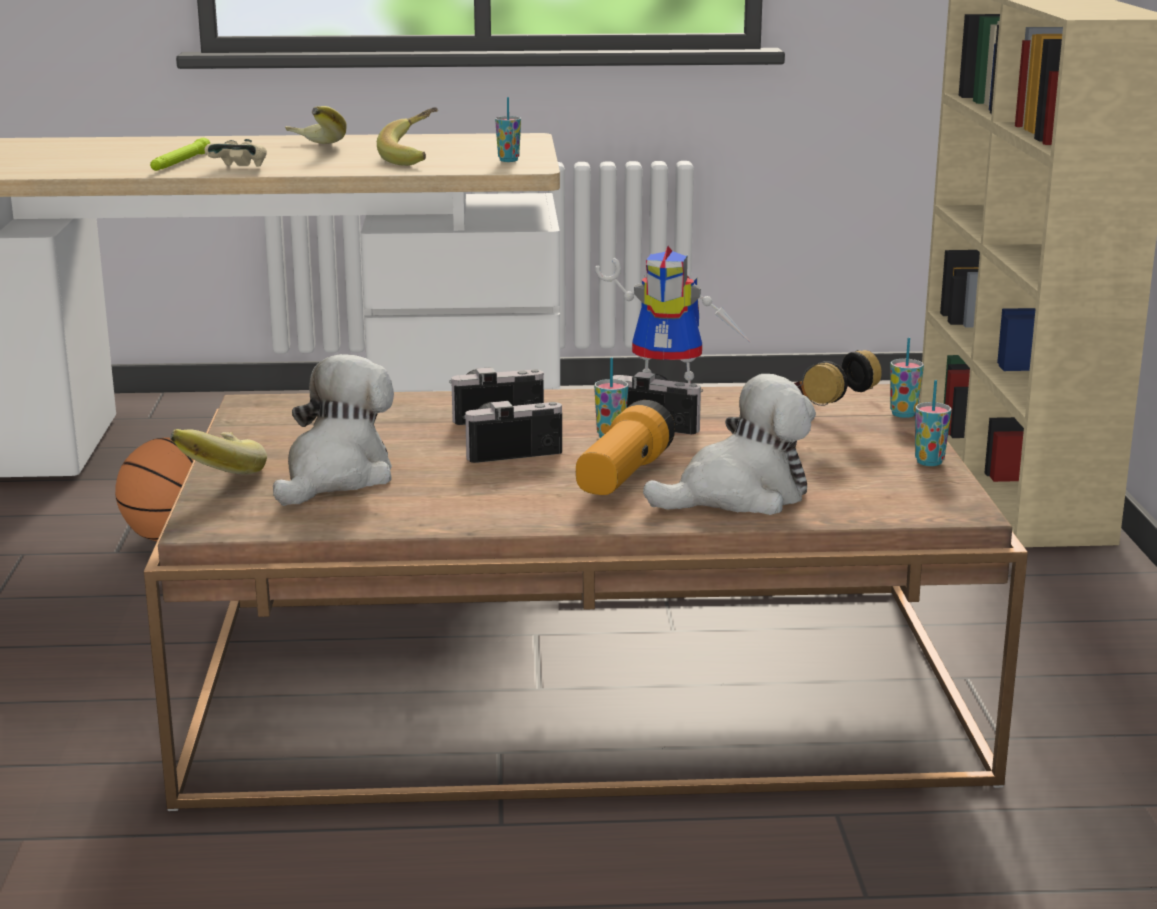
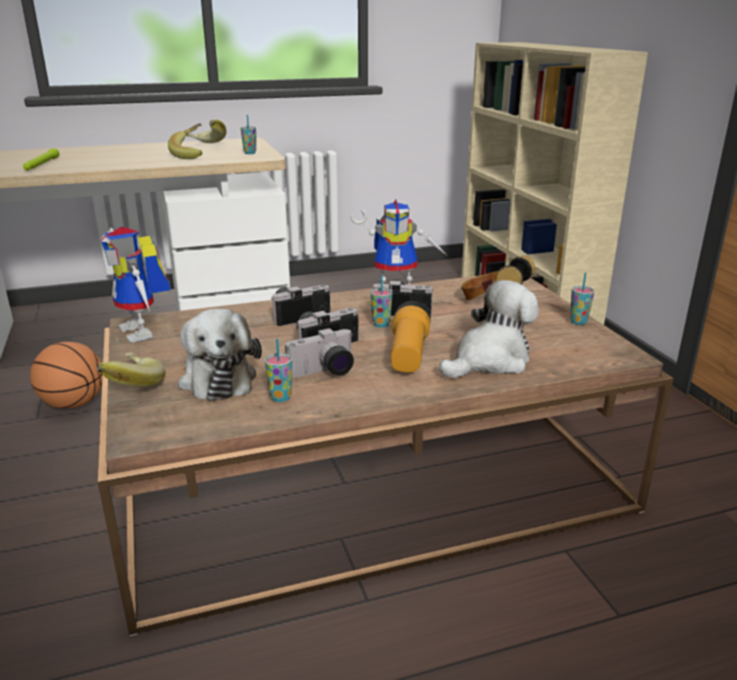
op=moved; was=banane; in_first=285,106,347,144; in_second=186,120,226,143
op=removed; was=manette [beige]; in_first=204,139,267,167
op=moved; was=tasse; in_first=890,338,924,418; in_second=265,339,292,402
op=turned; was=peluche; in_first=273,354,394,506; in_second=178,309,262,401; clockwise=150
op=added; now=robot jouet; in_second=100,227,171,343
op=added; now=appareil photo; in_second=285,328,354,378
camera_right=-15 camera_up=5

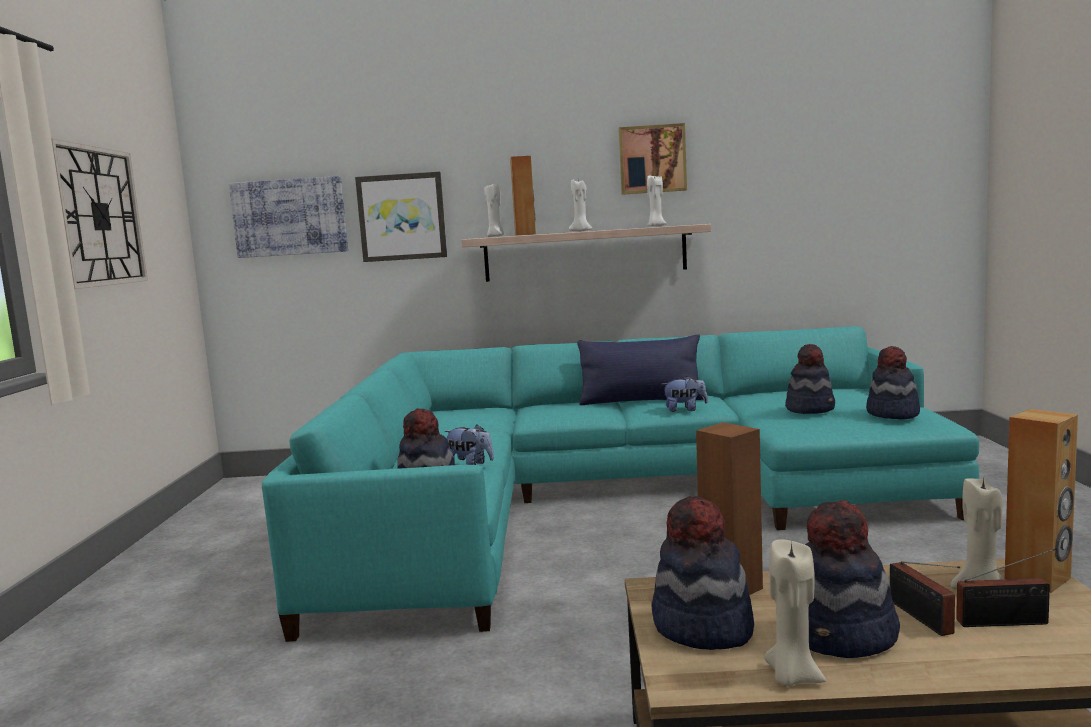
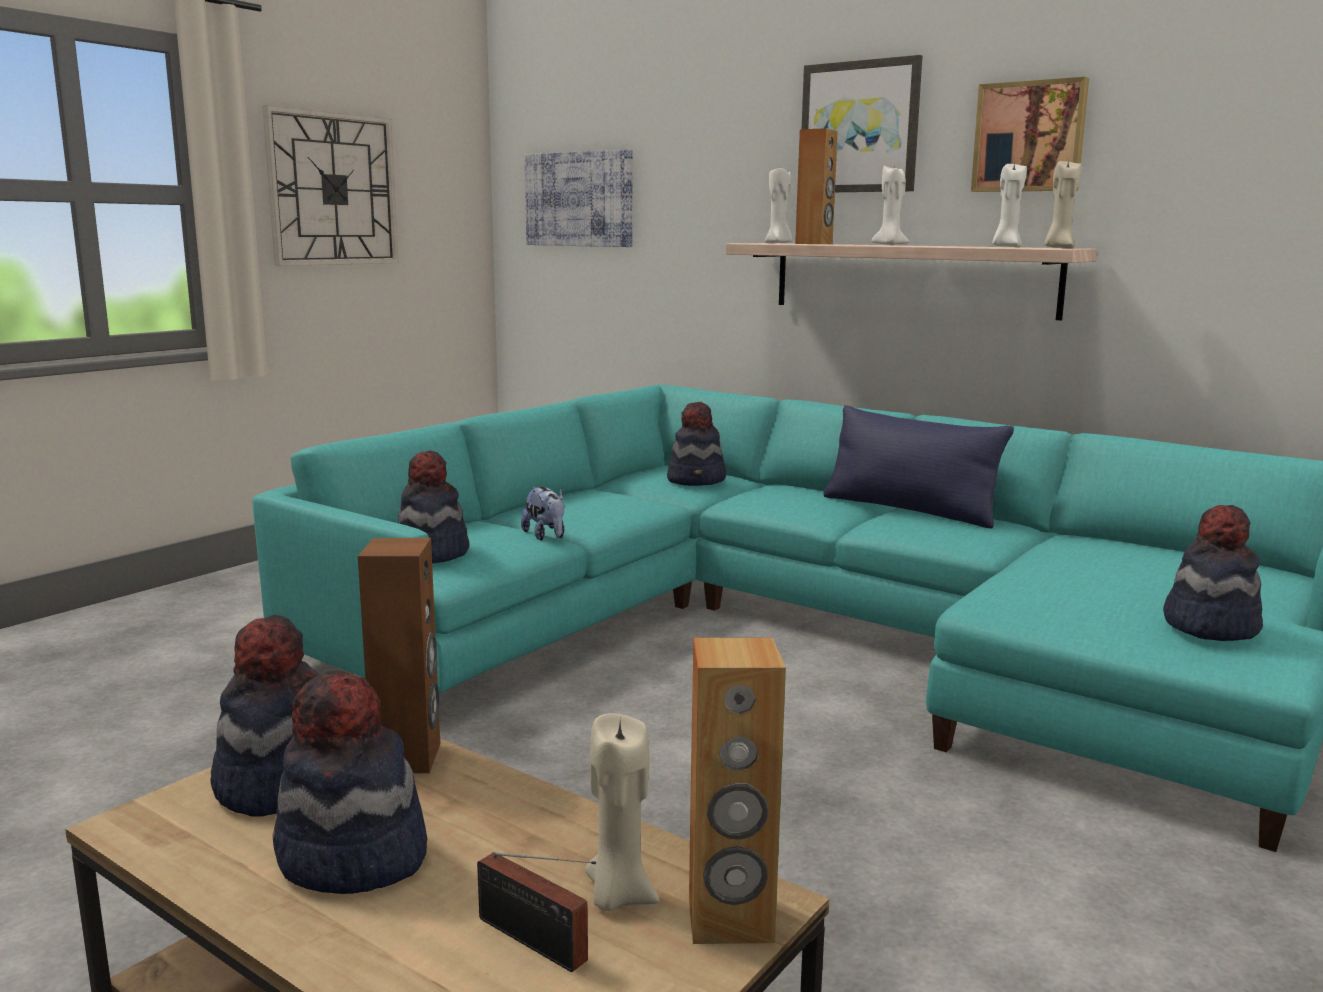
op=moved; was=tableau; in_first=355,172,447,262; in_second=802,55,922,192
op=moved; was=chapeau; in_first=785,344,835,414; in_second=667,402,726,486
op=removed; was=peluche; in_first=662,376,708,412
op=moved; was=bougie [beige]; in_first=764,539,826,686; in_second=1044,159,1081,248
op=removed; was=radio; in_first=890,561,960,636
camera_right=35 camera_up=5

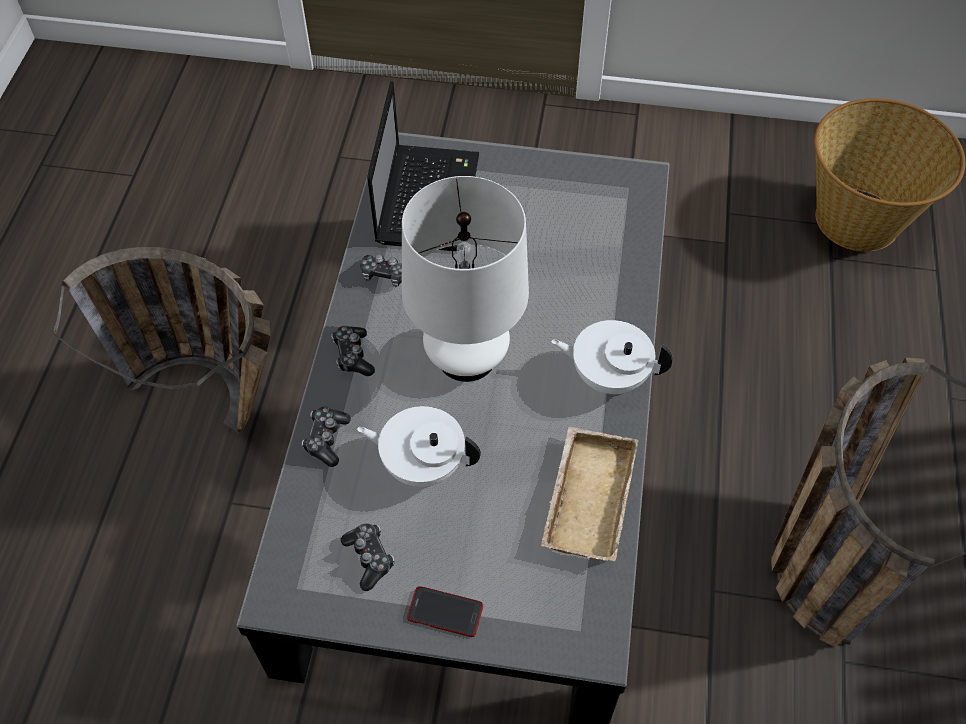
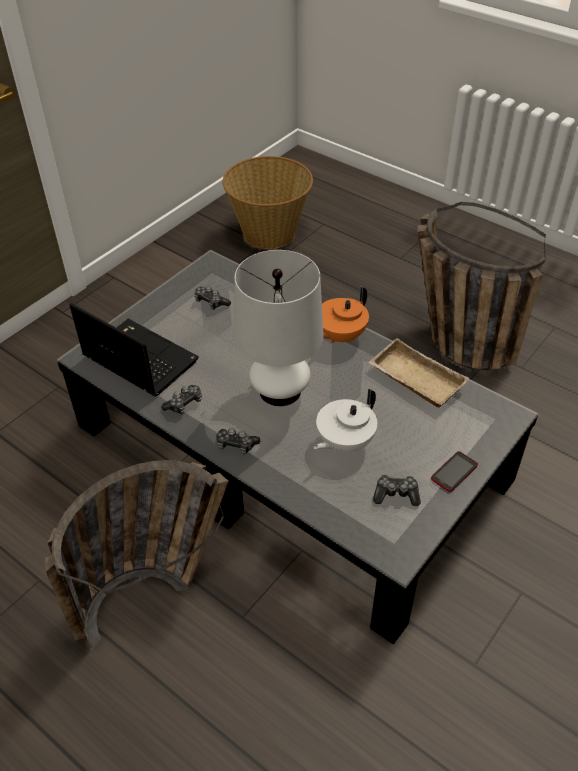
op=recoloured; was=théière [blanc]; now=théière [orange]; in_first=551,320,673,394; in_second=322,286,369,343
op=moved; was=manette; in_first=302,407,351,467; in_second=194,286,231,310
camera_right=-60 camera_up=-10

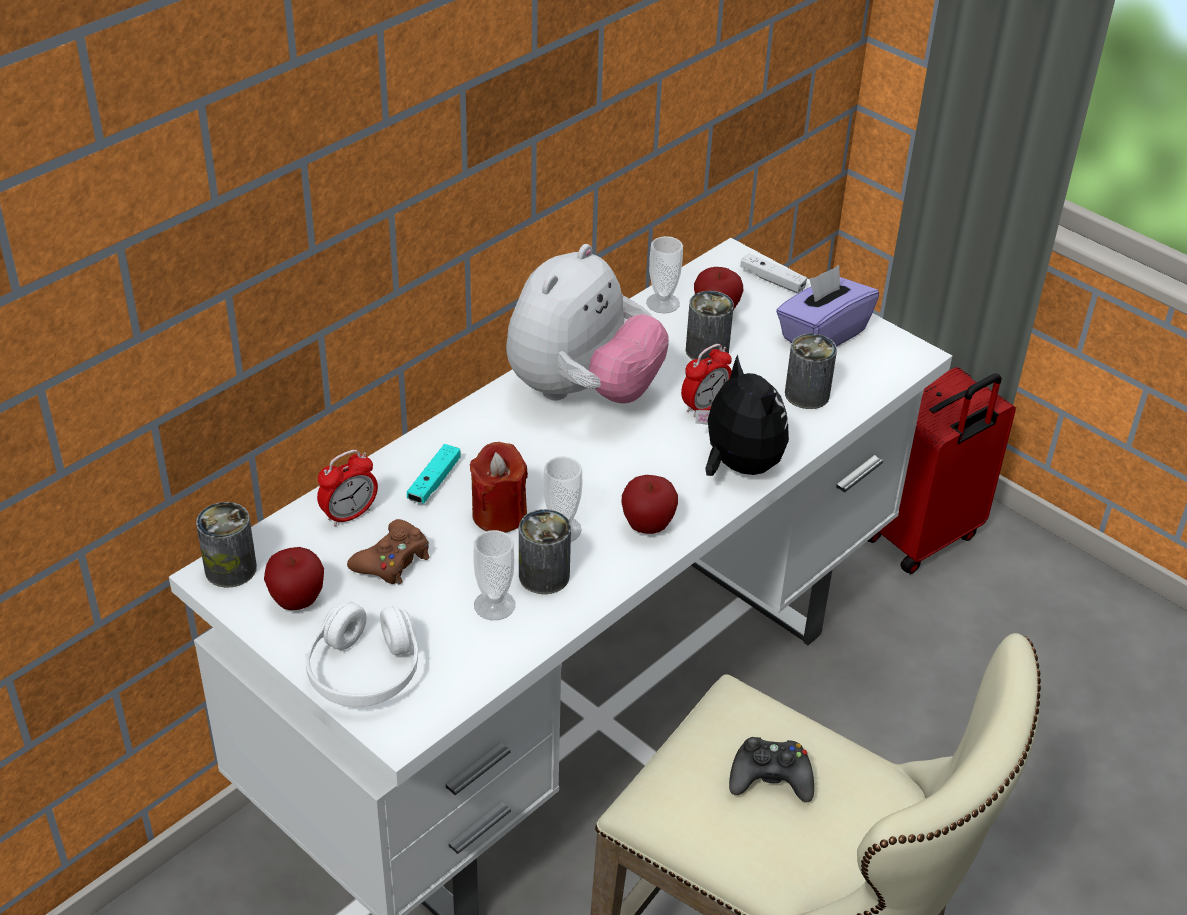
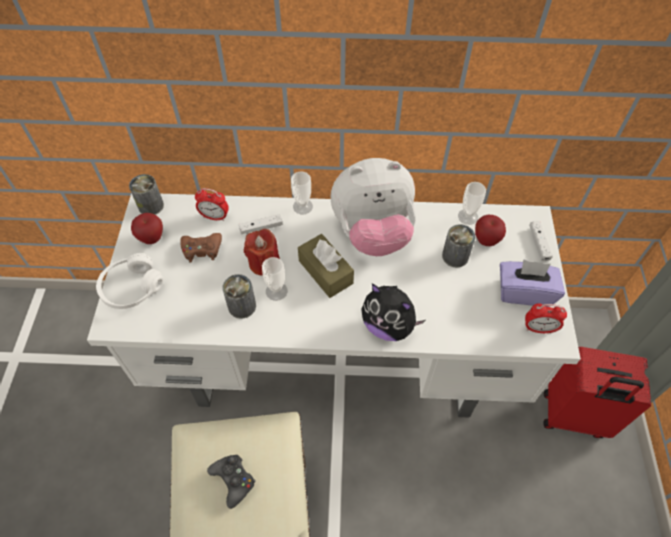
op=removed; was=boîte métallique; in_first=785,333,837,409
op=moved; was=réveil; in_first=681,344,732,417; in_second=525,303,567,334
op=turned; was=peluche; in_first=696,354,789,476; in_second=361,284,425,341; clockwise=105
op=recoloured; was=manette [turquoise]; now=manette [blanc]; in_first=407,444,461,504; in_second=239,214,283,234
op=removed; was=pomme; in_first=622,475,678,534
op=moved; was=tasse; in_first=473,530,515,620; in_second=291,172,313,214
op=added; now=boîte à mouchoirs [marron]; in_second=298,234,354,298
camera_right=50 camera_up=15

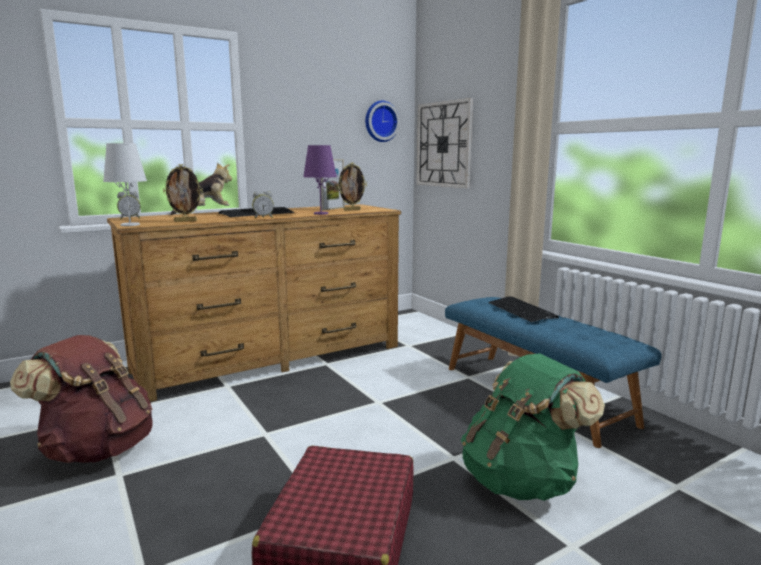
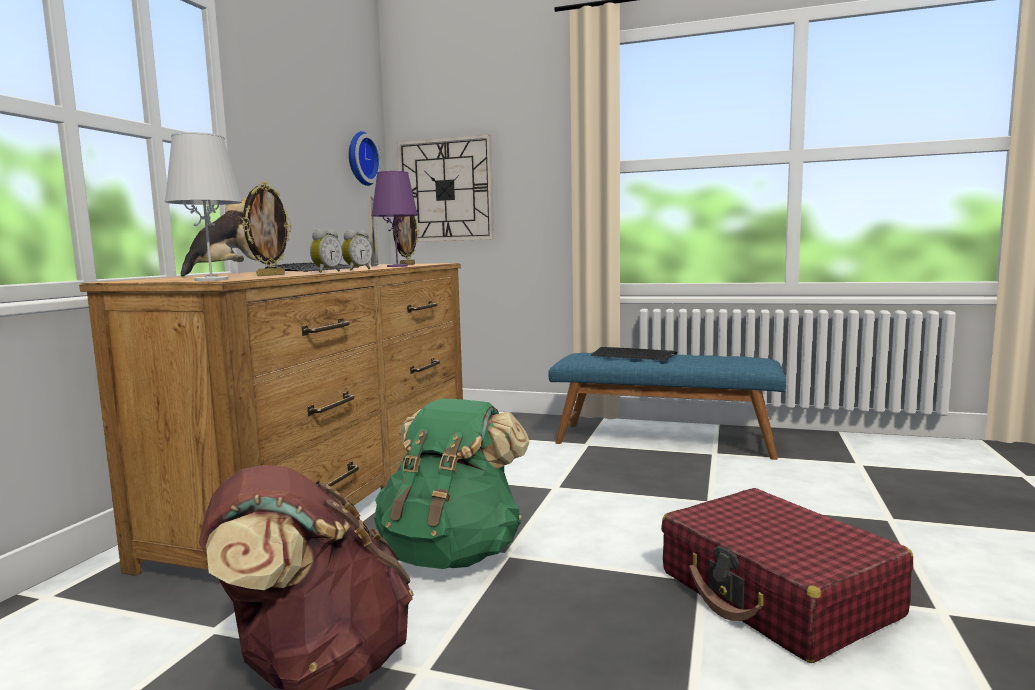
op=moved; was=réveil; in_first=117,191,140,219; in_second=310,229,342,273
op=moved; was=sac à dos [vert]; in_first=461,353,605,501; in_second=374,398,529,569
camera_right=-40 camera_up=-5

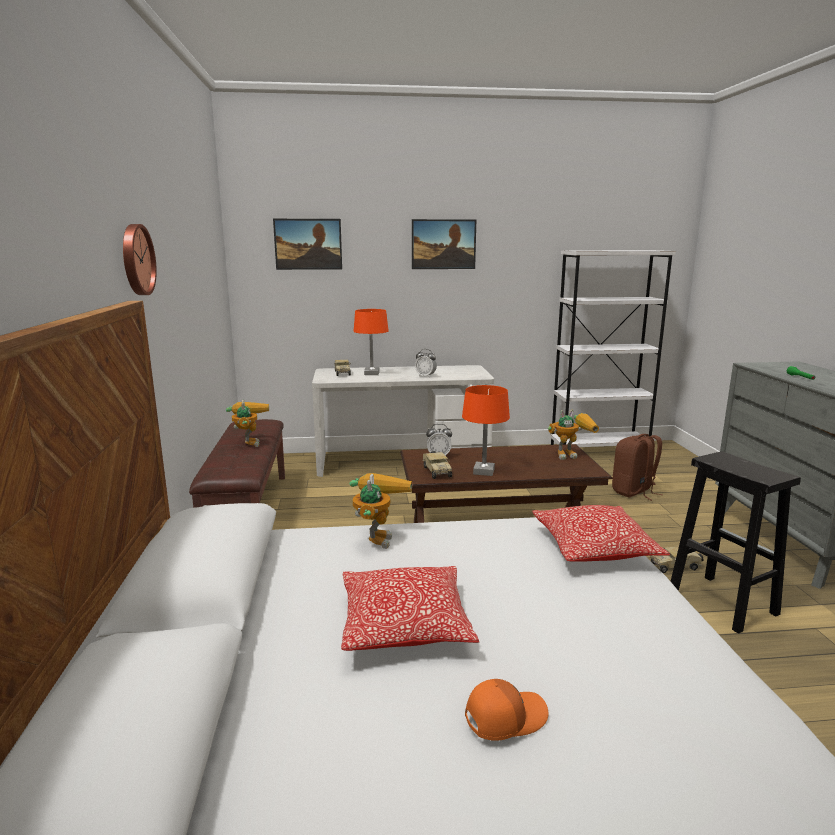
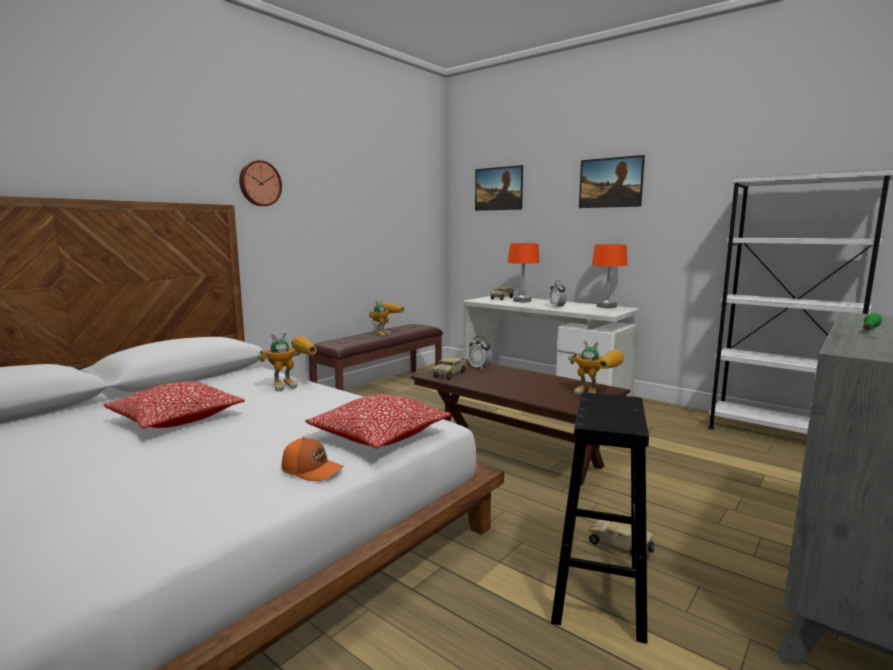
op=moved; was=lampe de table [orange]; in_first=462,385,510,476; in_second=592,244,627,309
op=removed; was=sac à dos [marron]; in_first=612,434,663,501
op=moved; was=casquette [orange]; in_first=465,679,548,741; in_second=282,437,344,481
camera_right=45 camera_up=-5

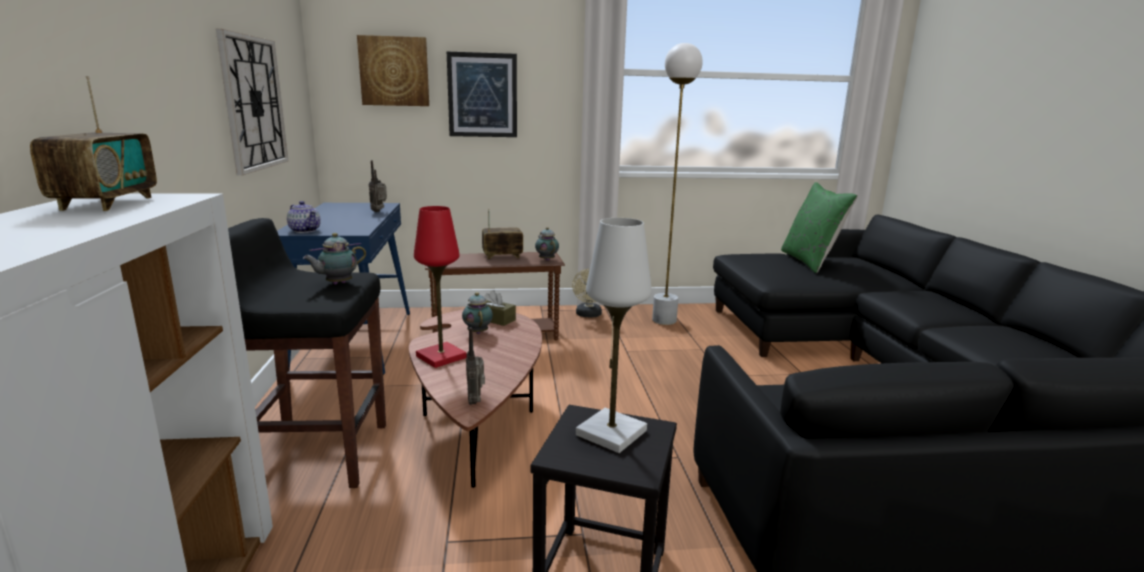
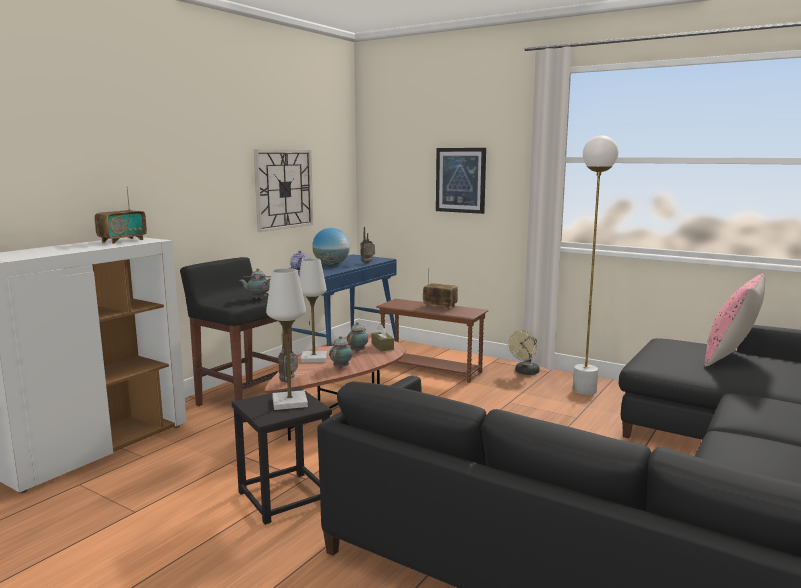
op=removed; was=tableau; in_first=357,35,429,106
op=recoloured; was=coussin [vert]; now=coussin [rose]; in_first=781,182,858,273; in_second=705,274,765,367
op=recoloured; was=lampe de table [rouge]; now=lampe de table [blanc]; in_first=414,206,467,368; in_second=299,258,327,363
op=moved; was=théière; in_first=535,227,559,261; in_second=329,336,353,368
op=added; now=globe; in_second=312,228,350,265
camera_right=40 camera_up=-5

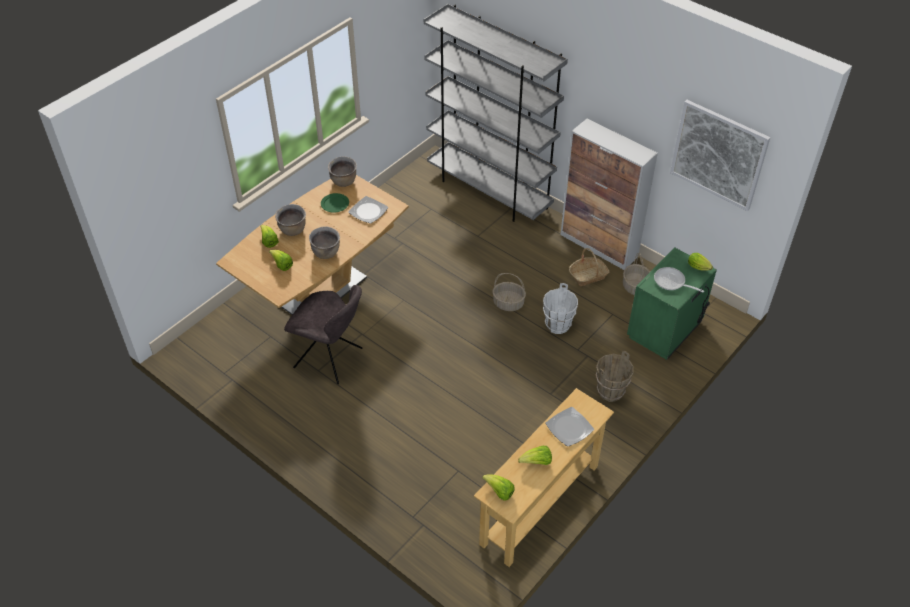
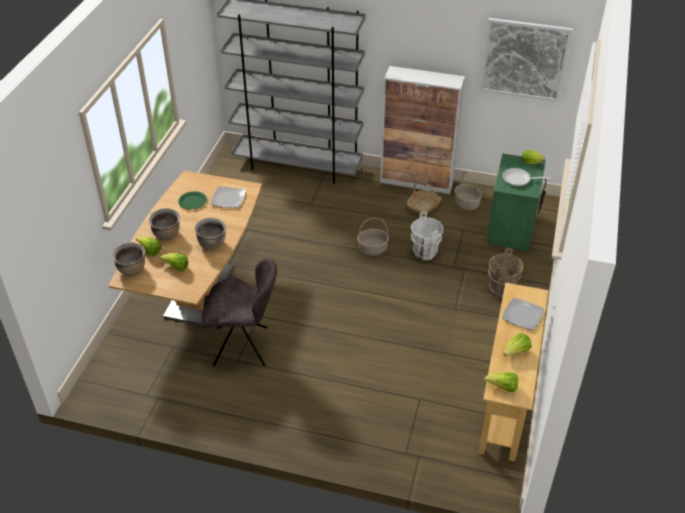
op=moved; was=marmite [marron]; in_first=328,156,357,187; in_second=112,242,145,276
camera_right=-25 camera_up=-5

